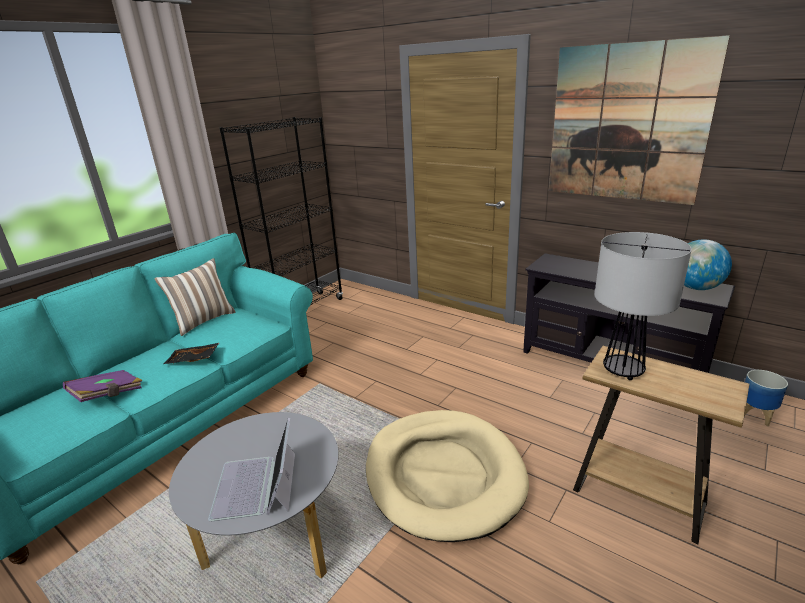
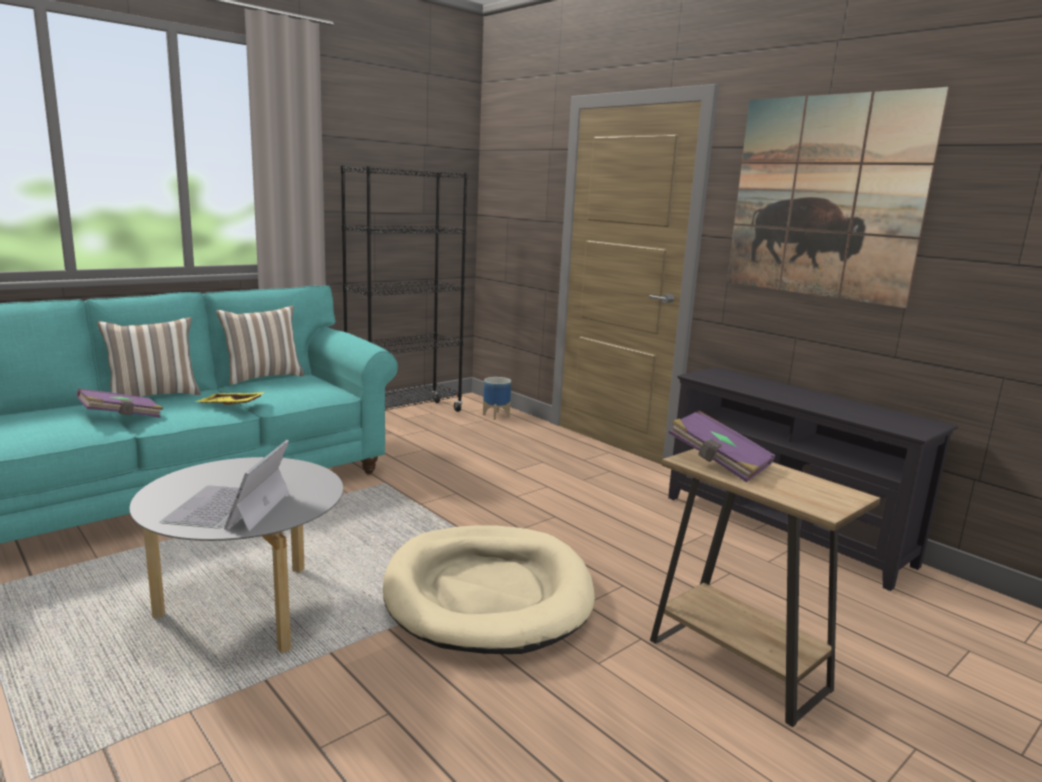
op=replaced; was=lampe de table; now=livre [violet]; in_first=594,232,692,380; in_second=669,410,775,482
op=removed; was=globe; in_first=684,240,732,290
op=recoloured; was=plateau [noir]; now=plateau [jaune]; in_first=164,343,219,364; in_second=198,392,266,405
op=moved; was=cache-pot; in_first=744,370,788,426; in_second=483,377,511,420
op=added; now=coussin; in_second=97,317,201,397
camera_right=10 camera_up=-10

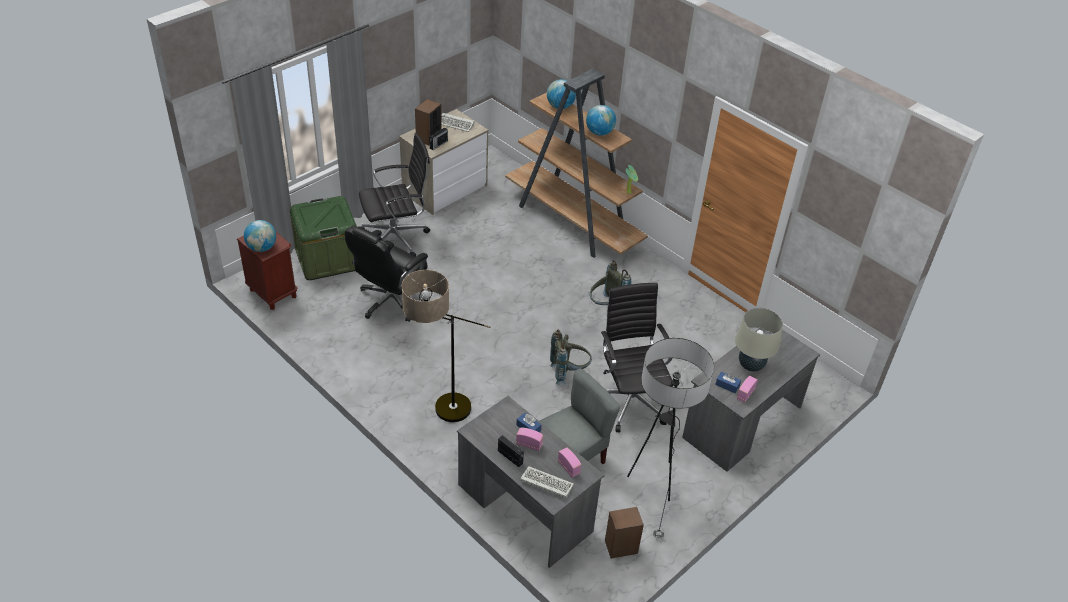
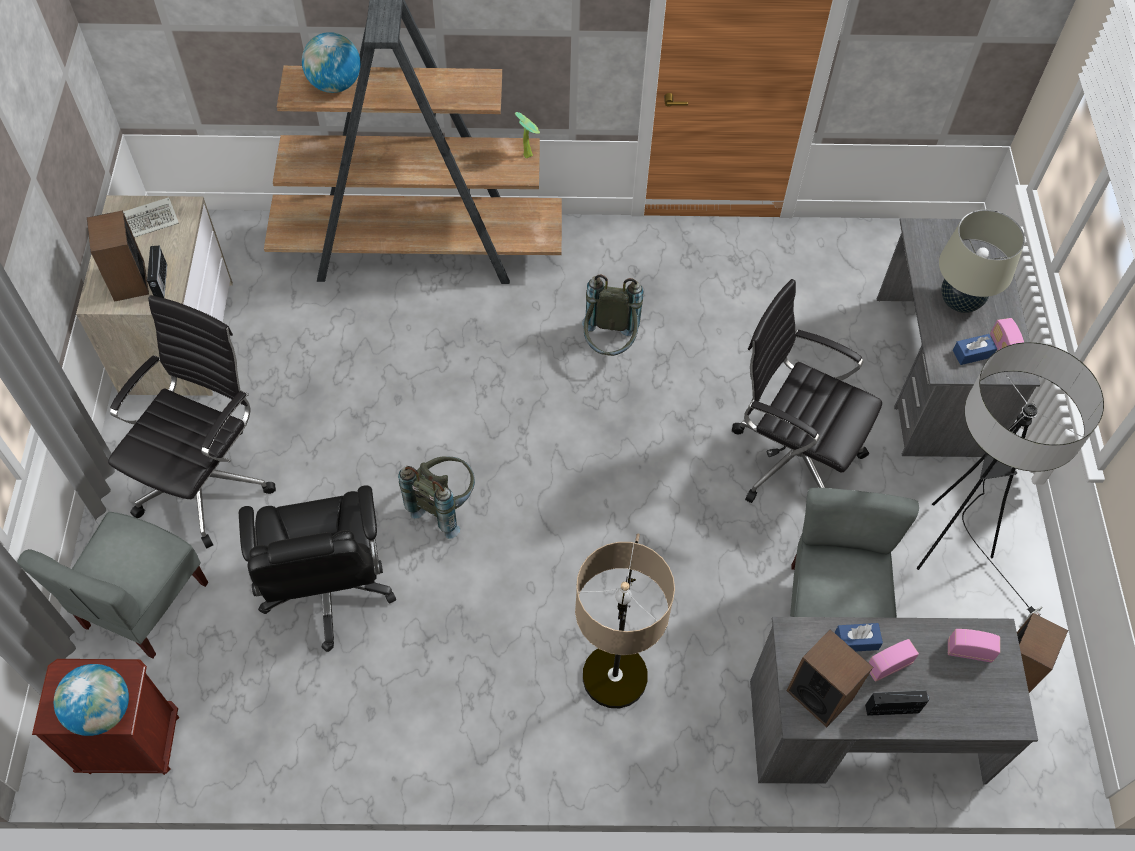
op=removed; was=globe; in_first=586,105,616,136
op=replaced; was=boîte de rangement [vert]; now=chaise [gris]; in_first=290,196,357,280; in_second=17,512,208,658
op=moved; was=sac à dos [gris]; in_first=550,329,592,385; in_second=398,457,475,539
op=removed; was=clavier; in_first=520,466,574,498
op=added; now=enceinte; in_second=786,630,873,727
camera_right=-45 camera_up=15

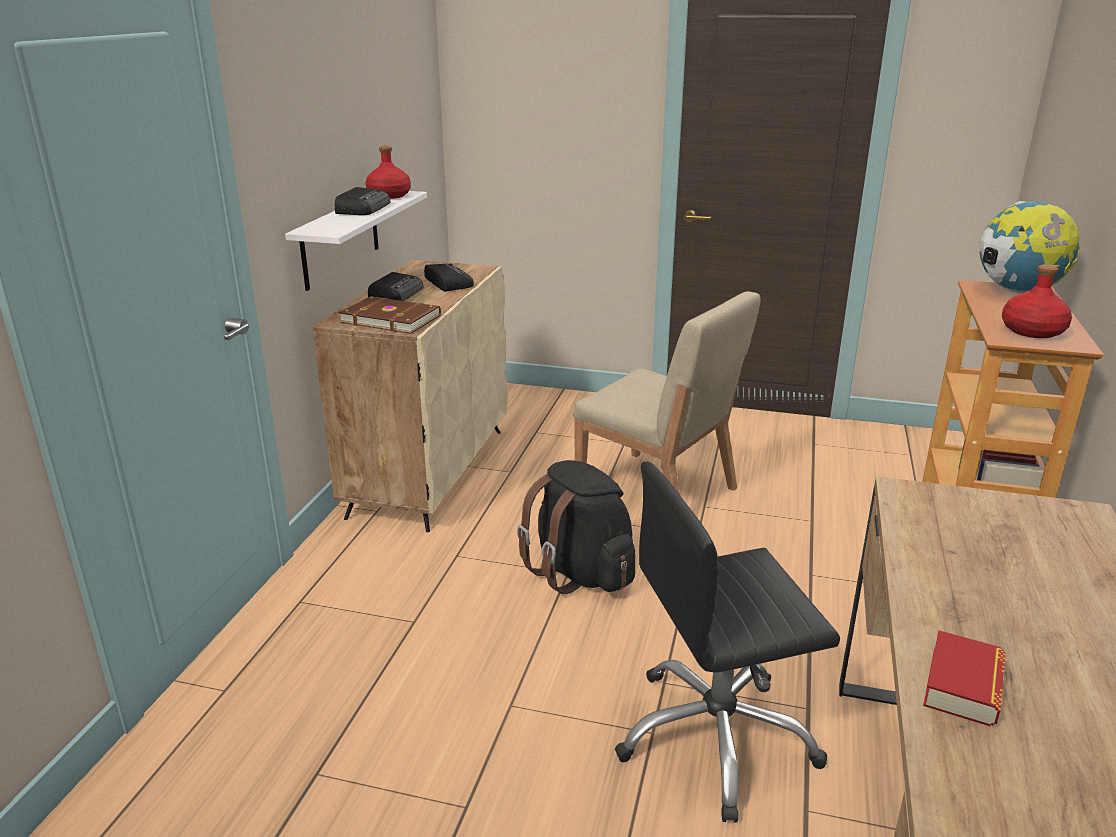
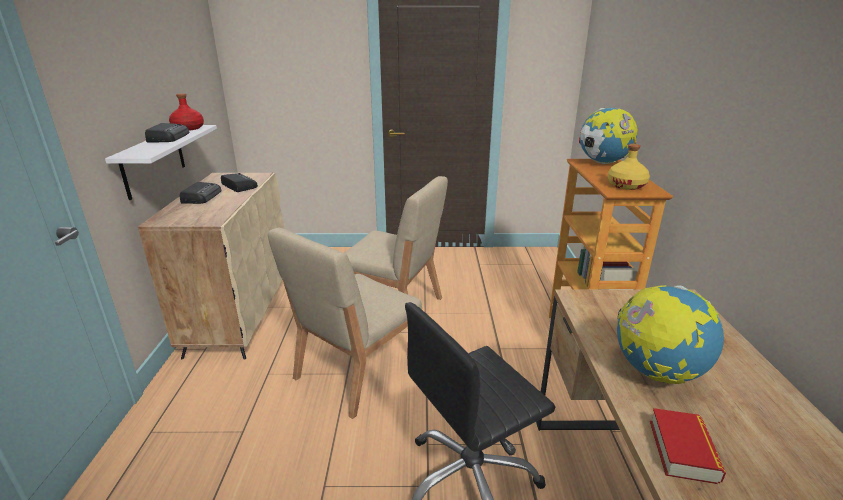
op=recoloured; was=bouteille [rouge]; now=bouteille [jaune]; in_first=1002,264,1072,338; in_second=608,144,650,190
op=removed; was=livre [marron]; in_first=338,296,441,334
op=replaced; was=sac à dos [noir]; now=chaise [beige]; in_first=517,460,635,594; in_second=268,228,422,419
op=added; now=globe; in_second=617,285,724,384
camera_right=-15 camera_up=0

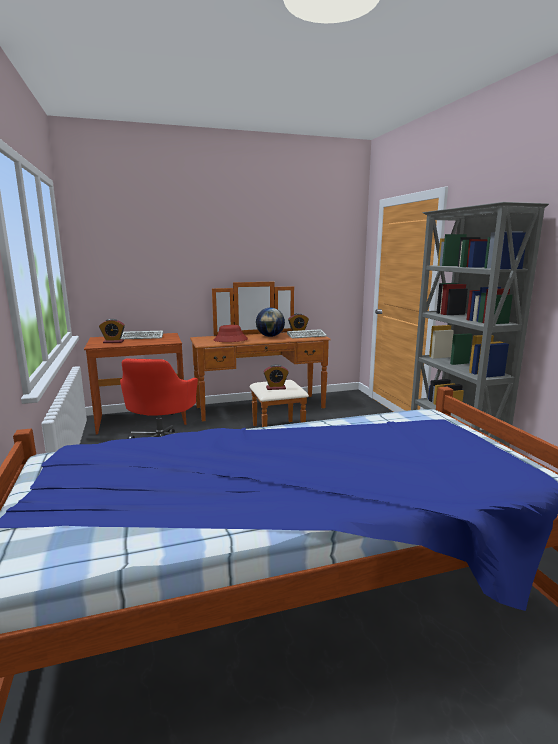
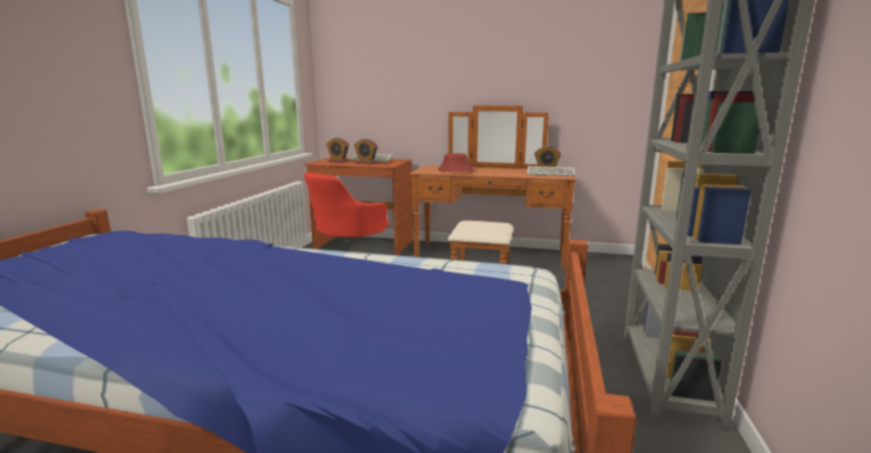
op=removed; was=globe; in_first=256,307,285,337
op=moved; was=réveil; in_first=264,364,289,390; in_second=354,139,378,164
camera_right=30 camera_up=0

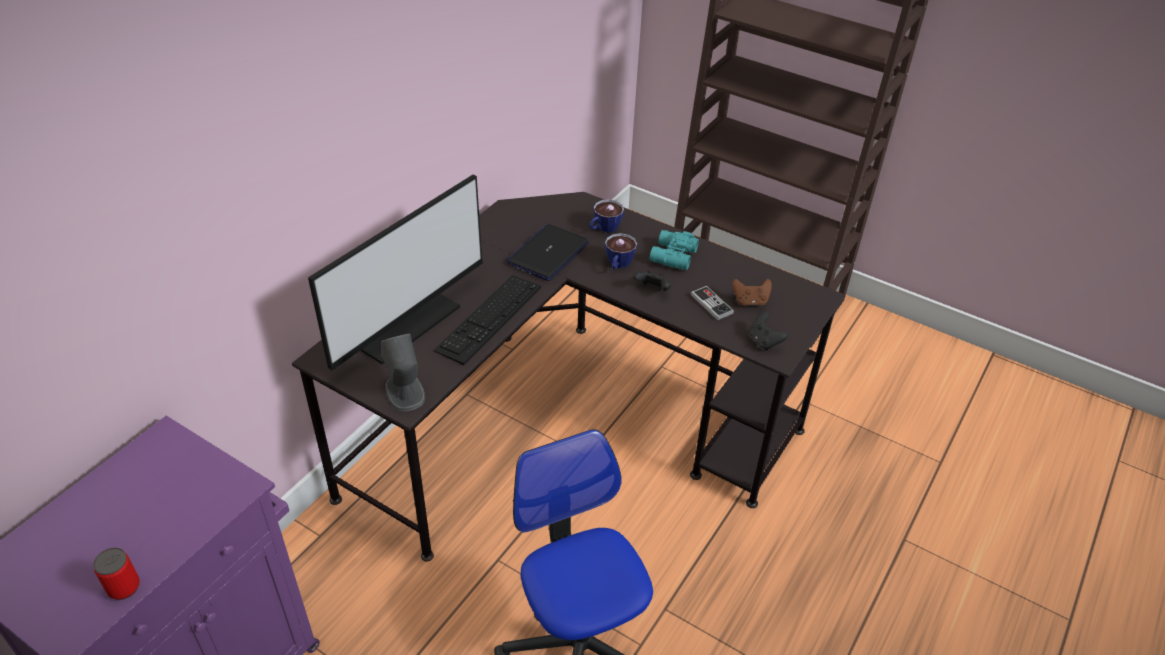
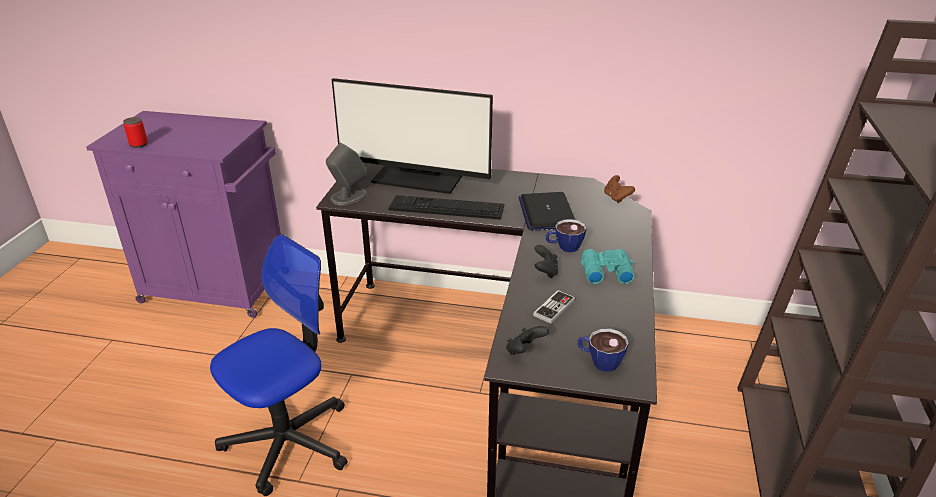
op=moved; was=tasse; in_first=590,199,624,233; in_second=578,328,629,372
op=turned; was=ordinateur portable; in_first=506,224,589,281; in_second=519,192,575,231; clockwise=-105
op=moved; was=manette [marron]; in_first=732,279,772,306; in_second=604,175,635,203
camera_right=70 camera_up=-10

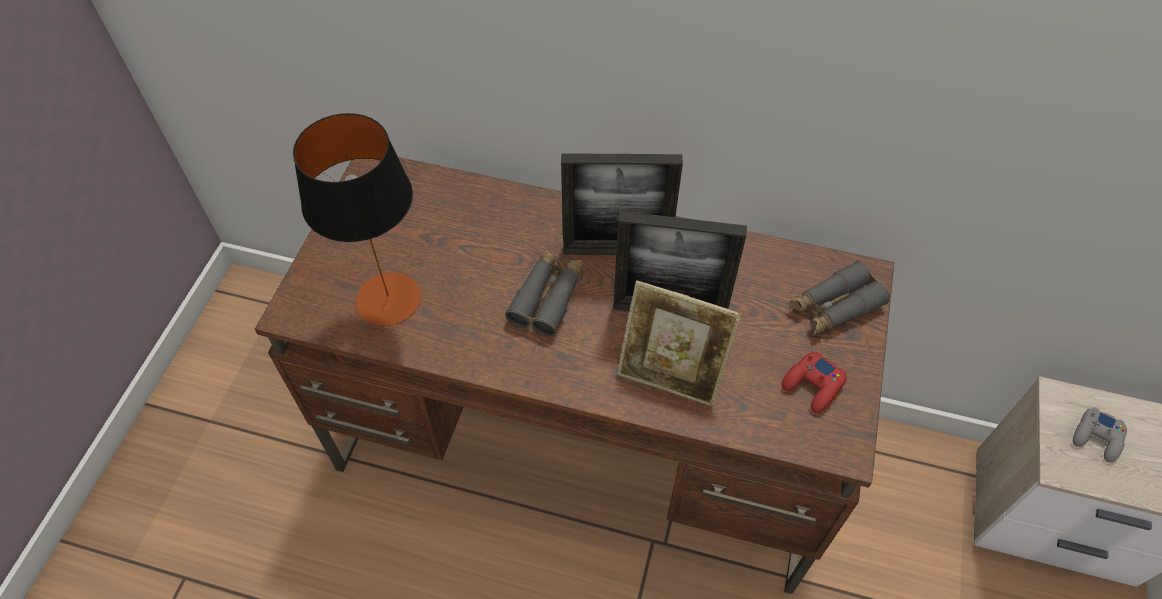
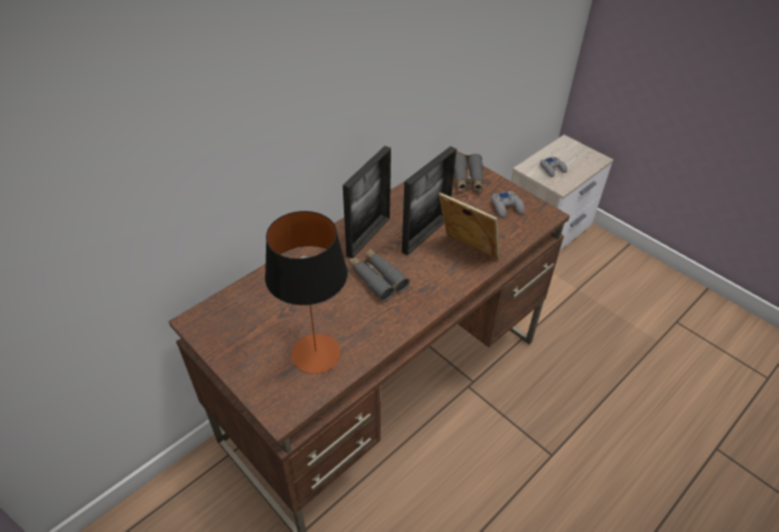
op=turned; was=cadre photo; in_first=617,280,741,407; in_second=439,193,499,260; clockwise=-105
op=recoloured; was=manette [rouge]; now=manette [gris]; in_first=782,351,847,413; in_second=491,191,525,218
camera_right=-60 camera_up=-10

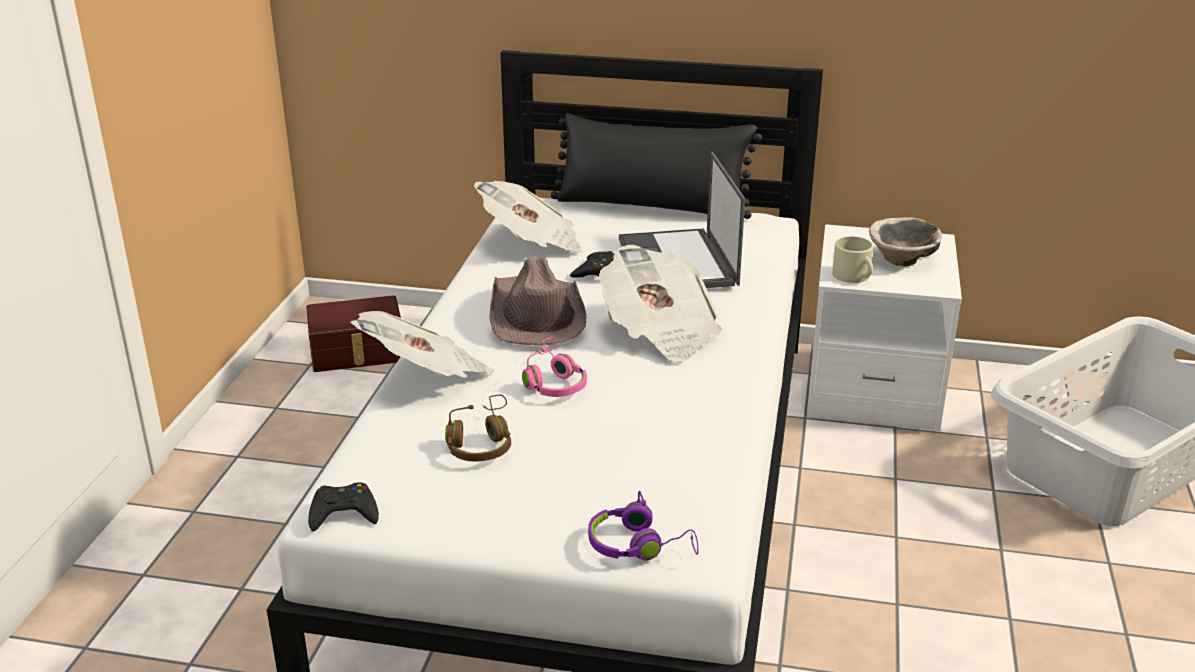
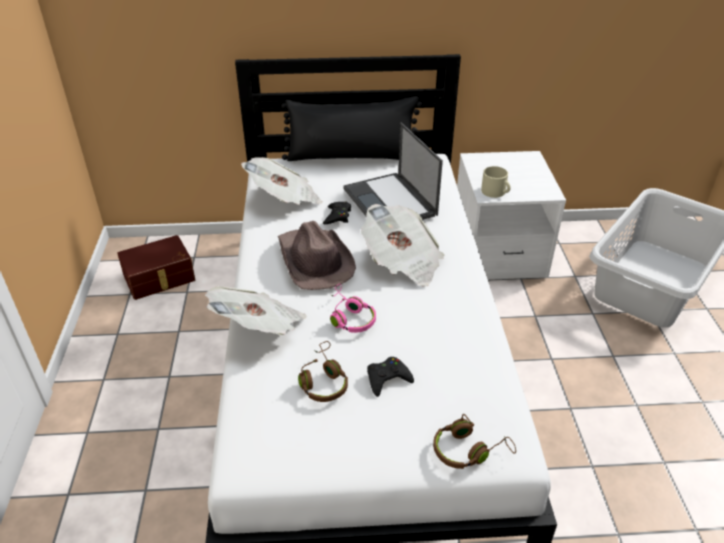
op=removed; was=bol; in_first=869,217,942,266
op=moved; was=manette [noir]; in_first=308,482,379,532; in_second=367,357,414,397
op=recoloured; was=casque audio [violet]; now=casque audio [marron]; in_first=588,491,698,561; in_second=433,414,516,469
camera_right=-15 camera_up=10

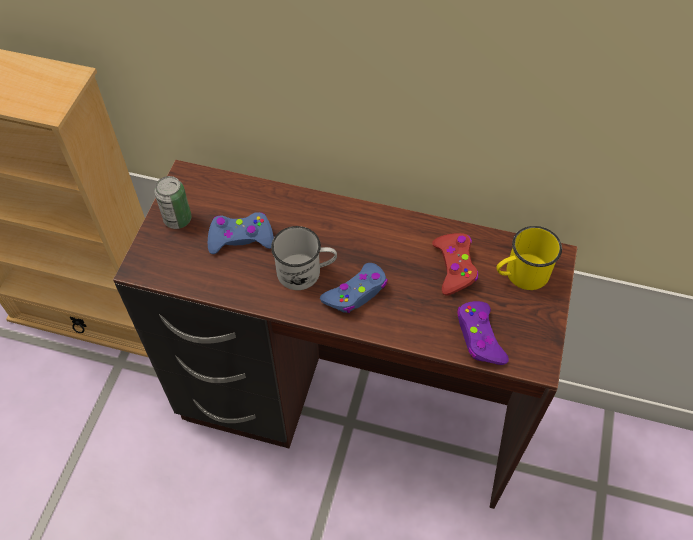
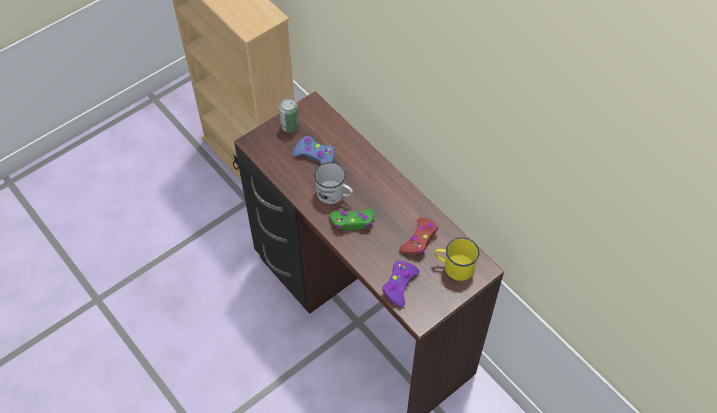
op=recoloured; was=manette [bleu]; now=manette [vert]; in_first=320,263,388,313; in_second=330,209,375,230
camera_right=35 camera_up=0

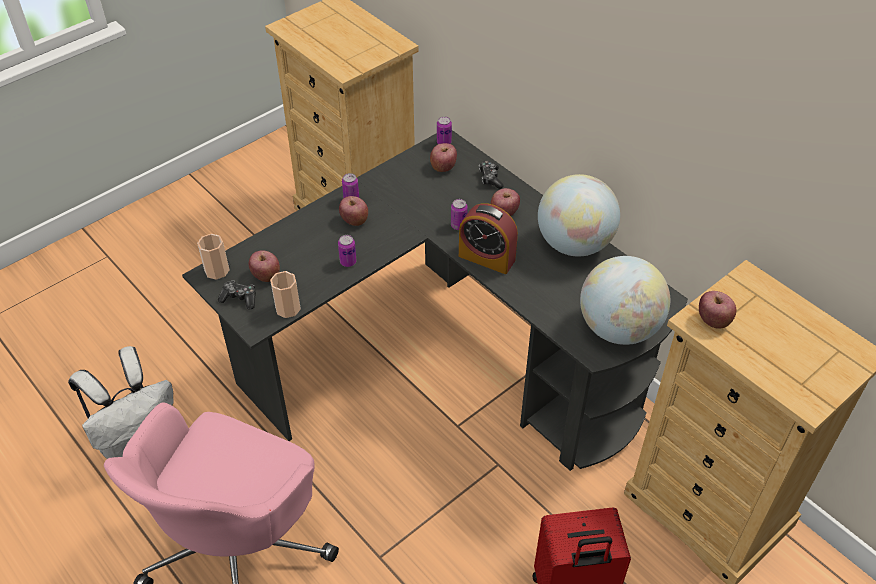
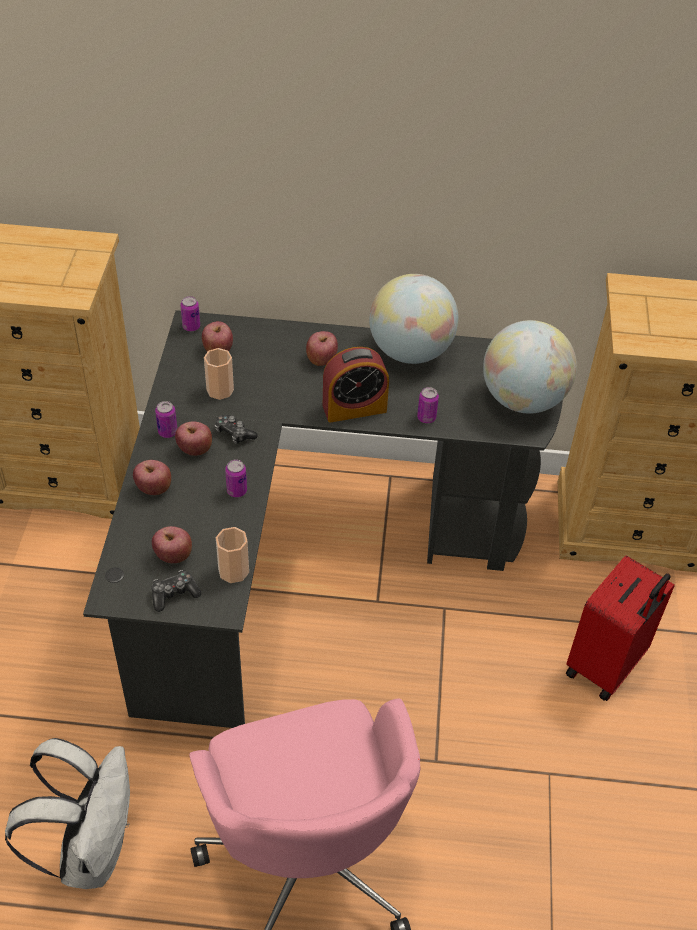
op=moved; was=manette; in_first=479,160,503,189; in_second=215,415,258,444
op=moved; was=boîte métallique; in_first=451,199,468,230; in_second=417,387,439,423
op=moved; was=tasse; in_first=197,234,230,280; in_second=204,348,234,400
op=moved; was=pomme; in_first=699,291,736,329; in_second=133,460,171,495
camera_right=-45 camera_up=0

